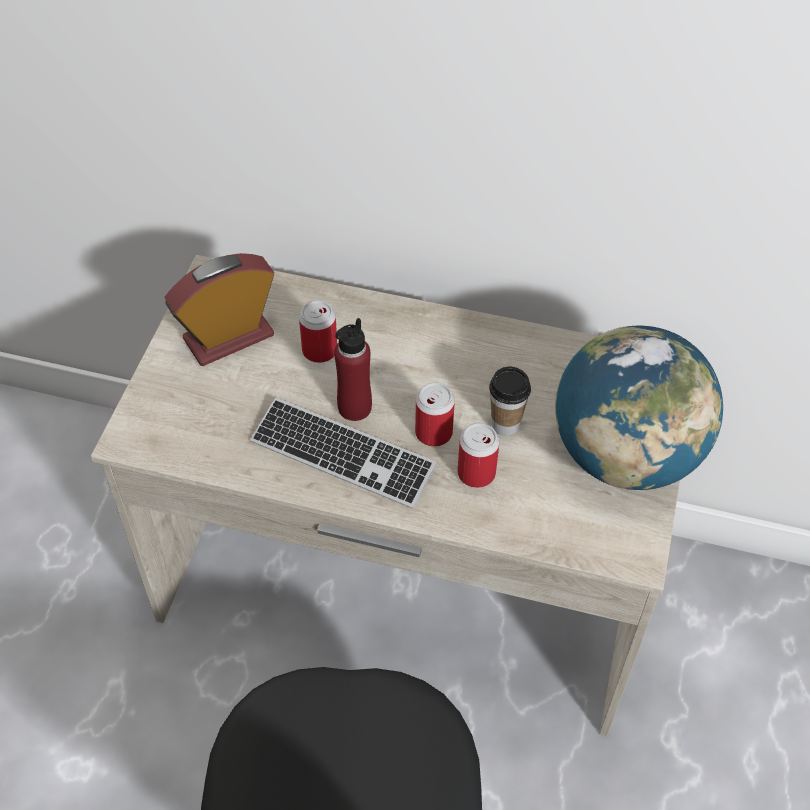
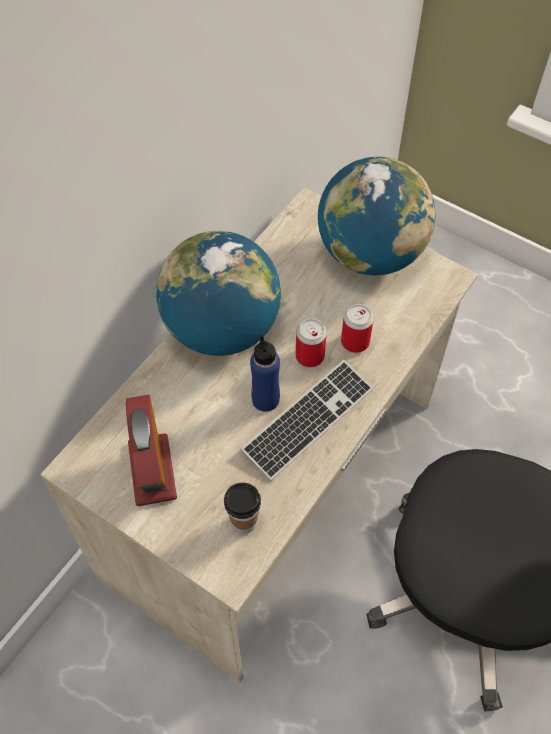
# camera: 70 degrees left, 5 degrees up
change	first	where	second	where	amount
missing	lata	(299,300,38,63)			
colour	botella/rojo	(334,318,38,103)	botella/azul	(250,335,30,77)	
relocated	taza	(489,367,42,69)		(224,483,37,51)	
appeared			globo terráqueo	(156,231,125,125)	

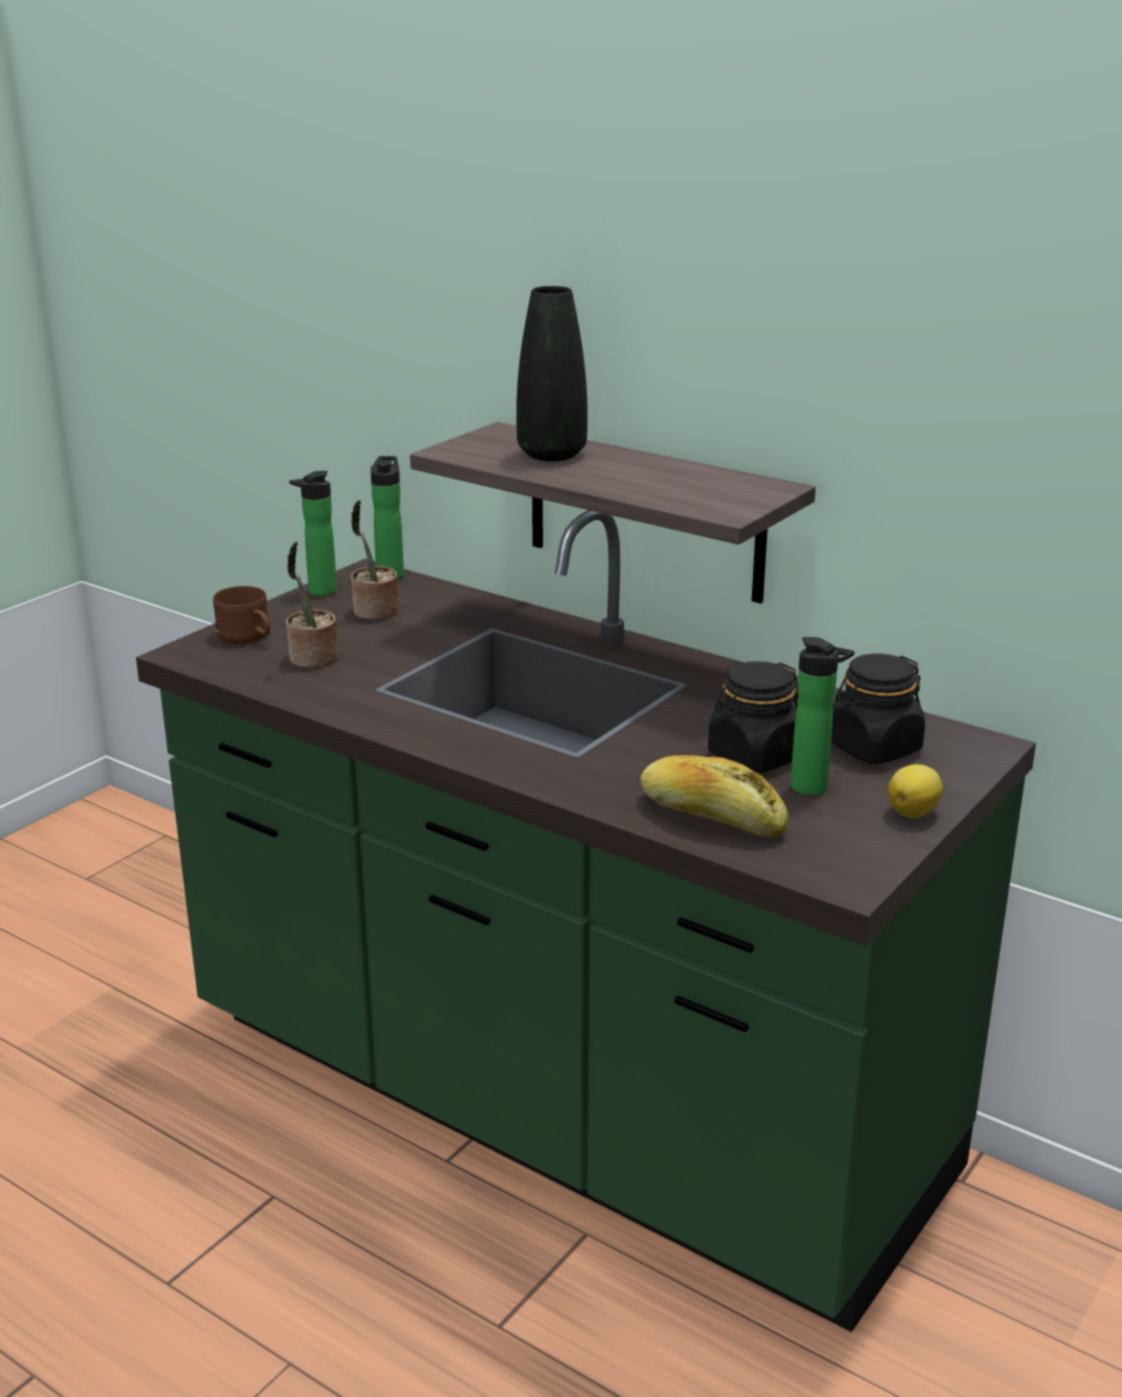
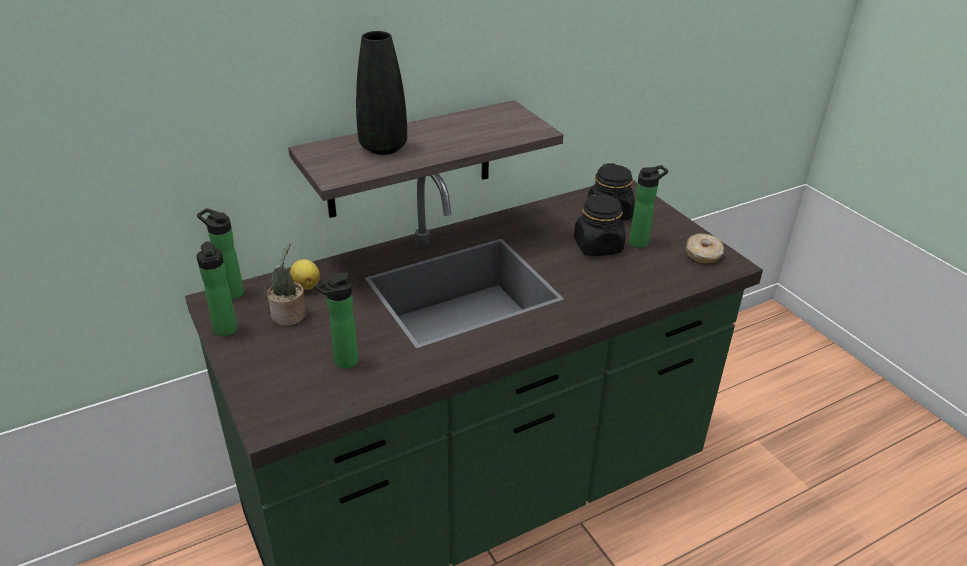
# camera: 65 degrees left, 10 degrees up
change	first	where	second	where	amount
missing	taza grande/marrón	(213,586,57,57)			
exchanged	planta en maceta	(286,541,52,127)	botella	(315,272,43,97)	
missing	pan	(640,755,148,82)			
relocated	limón	(888,764,55,54)		(290,259,30,31)	
appeared			rosquilla	(686,234,38,29)	

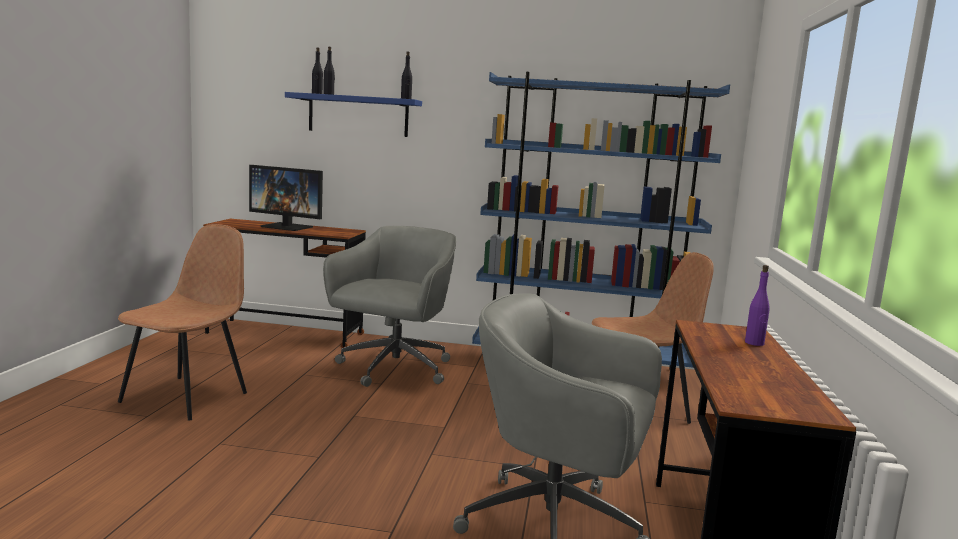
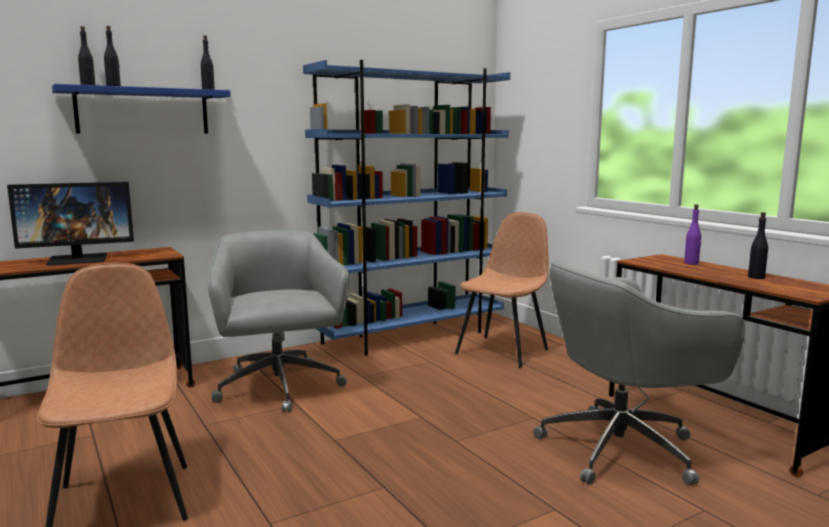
# camera: 40 degrees left, 0 degrees up
change	first	where	second	where	amount
appeared			botella/negro	(748,212,20,67)	

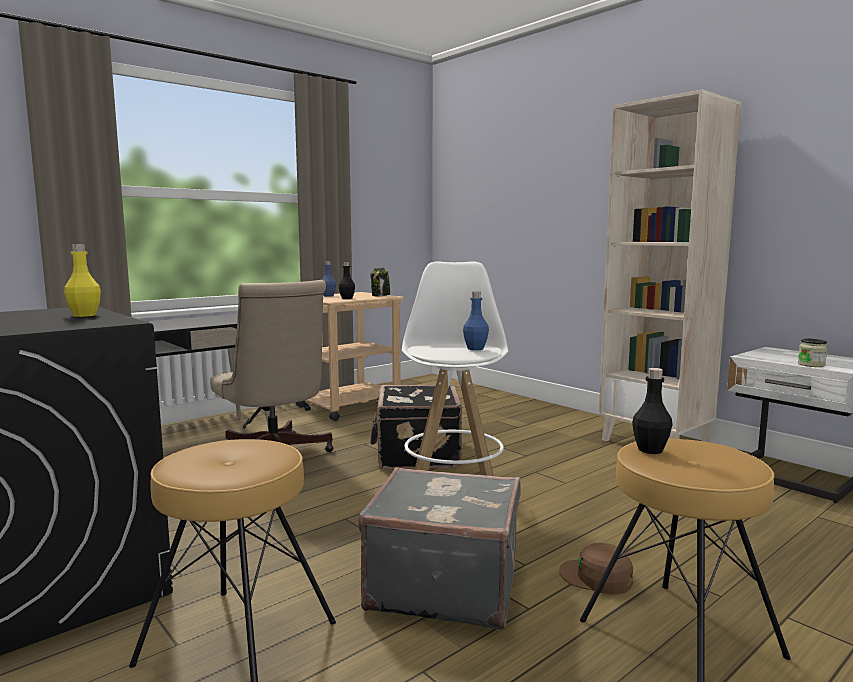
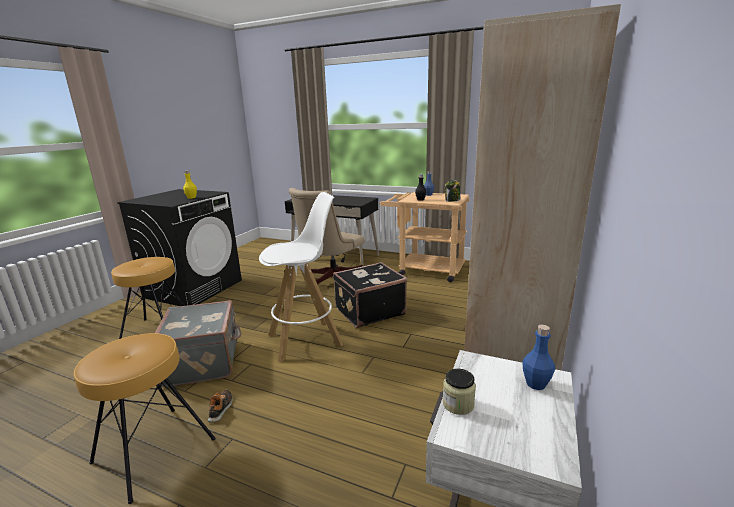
# camera: 65 degrees right, 10 degrees up
change	first	where	second	where	amount
relocated	botella/azul	(463,292,26,58)		(522,325,33,65)	
exchanged	gorra/marrón	(559,543,74,51)	zapato	(208,390,25,33)	
missing	botella/negro	(632,368,41,86)			

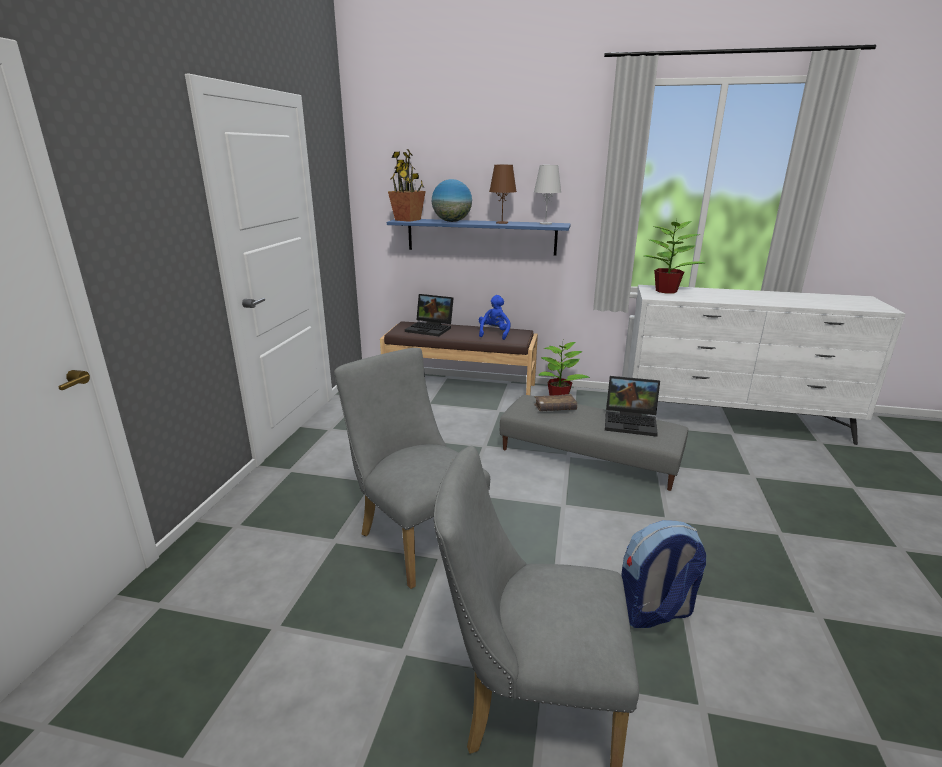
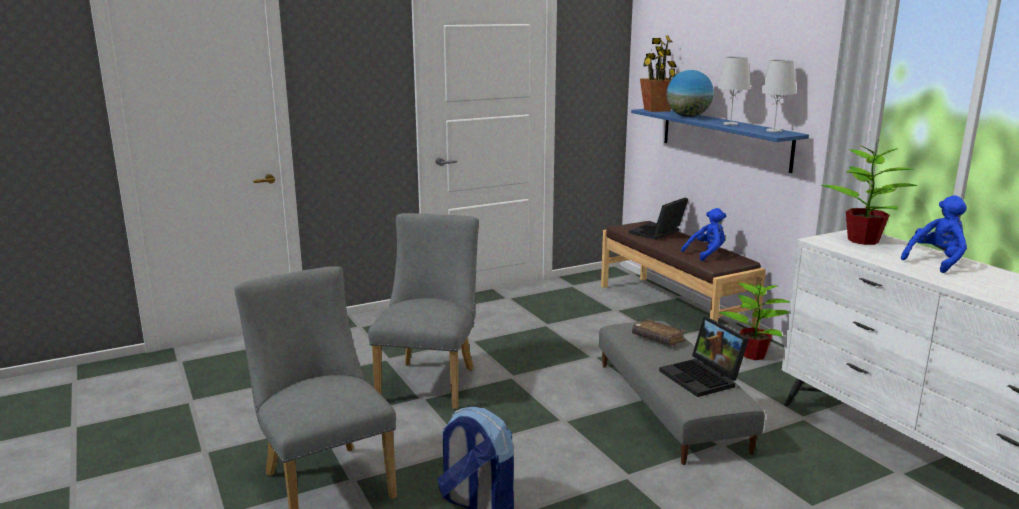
# camera: 50 degrees right, 5 degrees down
change	first	where	second	where	amount
spun	portátil	(405,294,49,42)		(629,197,59,43)	60 degrees clockwise
colour	lámpara de mesa/marrón	(489,165,28,59)	lámpara de mesa/blanco	(717,57,34,68)	
appeared			peluche/azul	(901,195,66,78)	

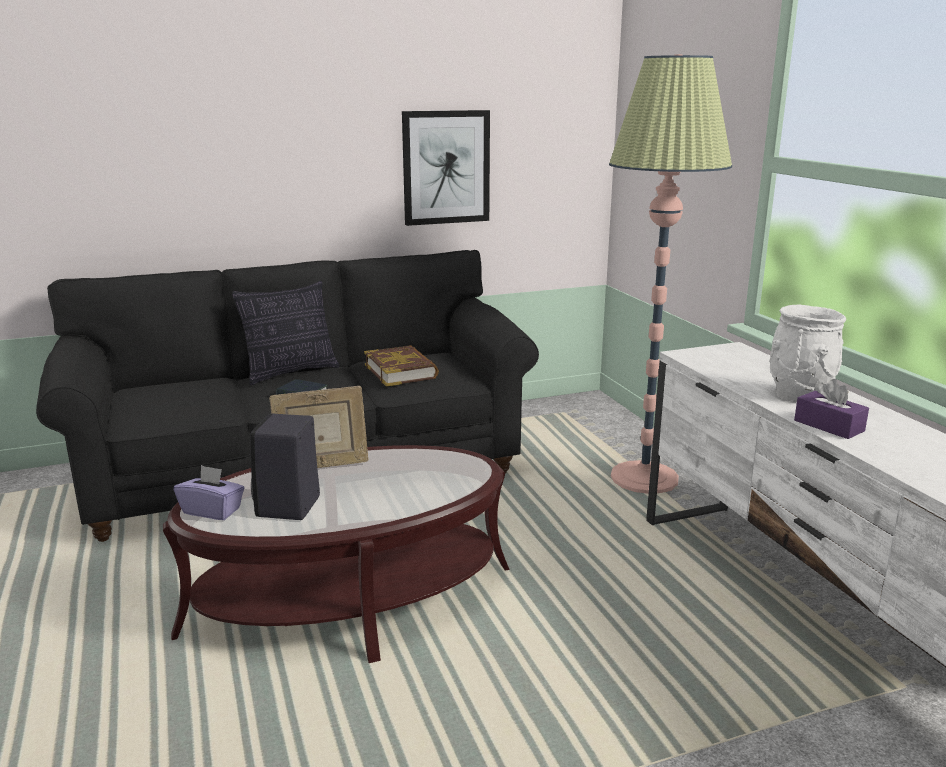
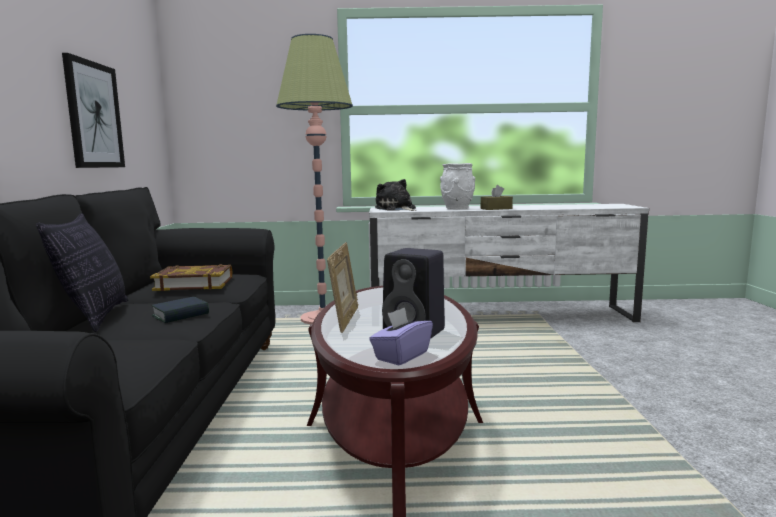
# camera: 70 degrees left, 10 degrees down
change	first	where	second	where	amount
colour	caja de pañuelos/morado	(794,379,75,60)	caja de pañuelos/marrón	(481,185,32,25)	
appeared			peluche	(375,179,41,32)	

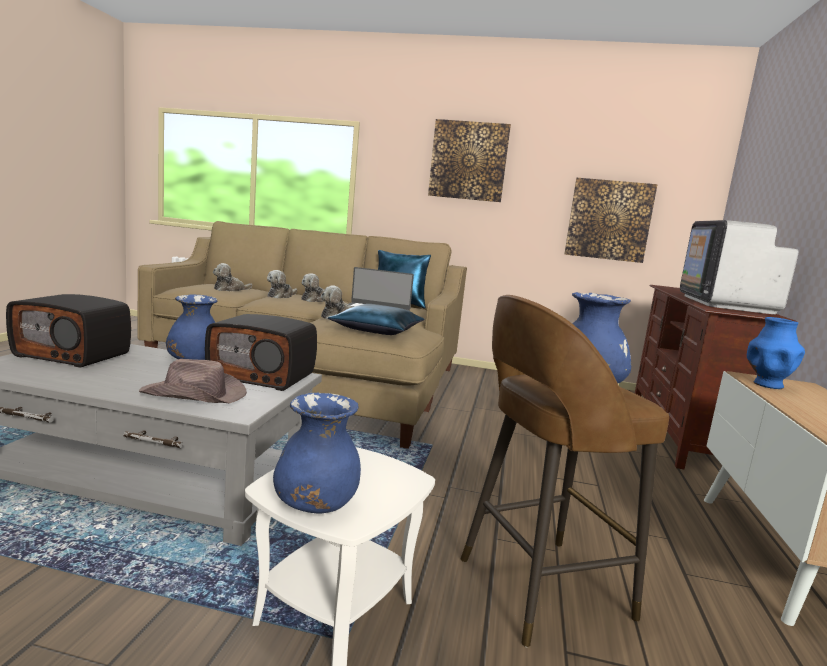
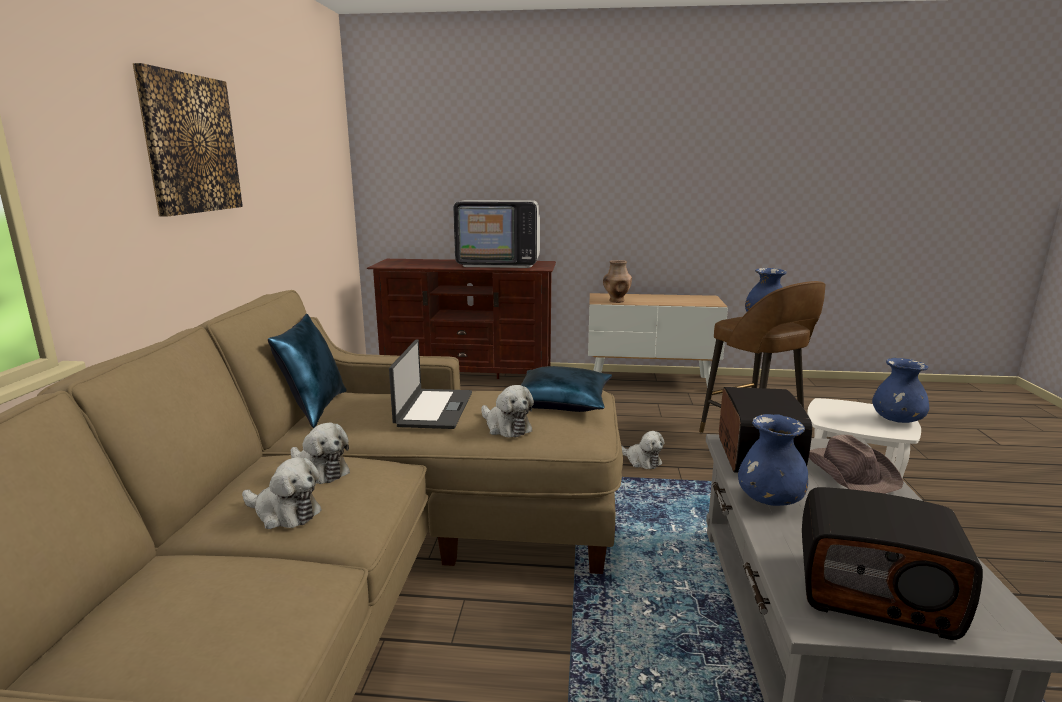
# camera: 95 degrees left, 5 degrees up
change	first	where	second	where	amount
spun	radio	(6,294,125,74)		(802,487,181,153)	105 degrees clockwise
relocated	peluche	(213,263,39,28)		(621,431,44,38)	
missing	cuadro	(564,178,93,85)			
colour	florero/azul	(747,317,58,72)	florero/marrón	(603,260,29,43)	

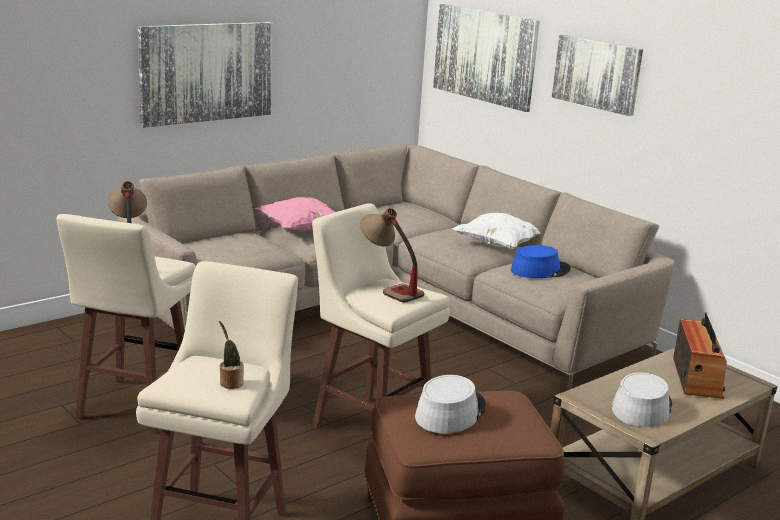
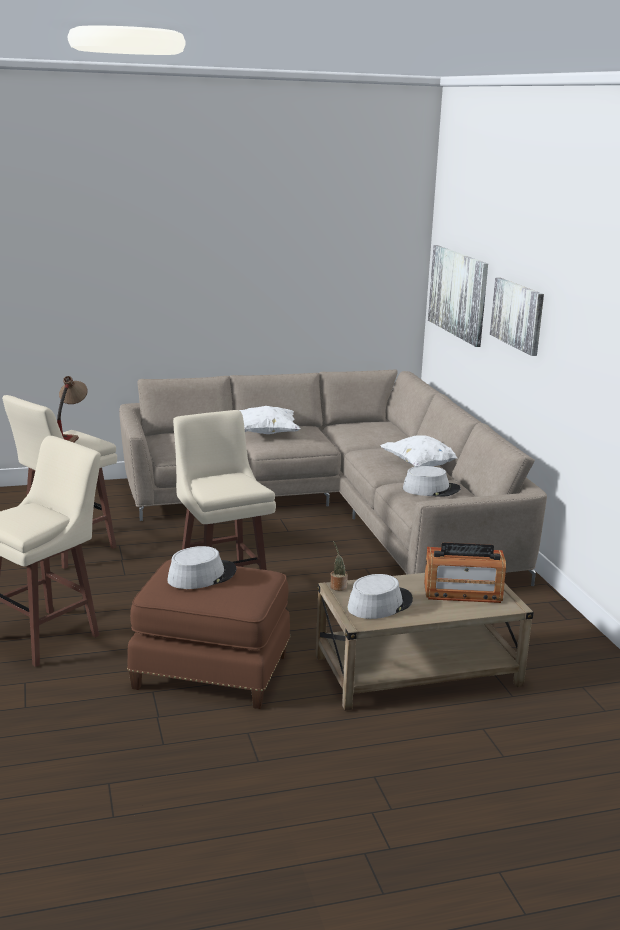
# camera: 25 degrees right, 0 degrees up
change	first	where	second	where	amount
missing	cuadro	(138,22,135,106)			
relocated	planta en maceta	(219,321,25,68)		(331,541,17,50)	
colour	cojín/rosa	(255,197,80,33)	cojín/blanco	(239,406,62,28)	
missing	lámpara de mesa	(360,208,64,94)			
colour	sombrero/azul	(511,245,60,33)	sombrero/gris	(403,466,57,31)	
spun	radio	(673,312,54,87)		(424,542,82,61)	60 degrees clockwise

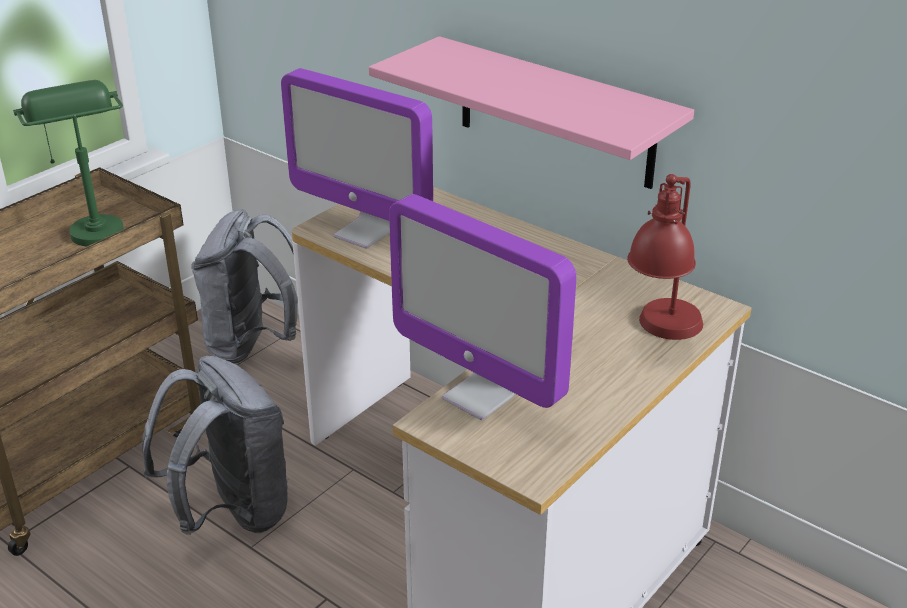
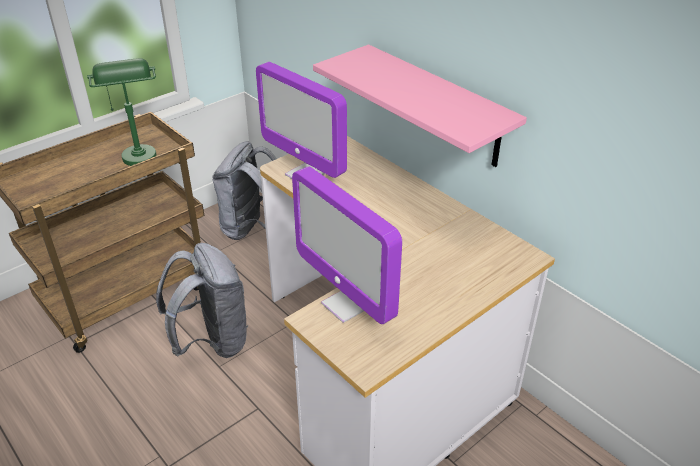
# camera: 10 degrees right, 5 degrees up
change	first	where	second	where	amount
missing	lámpara de mesa/rojo	(627,174,76,166)			

